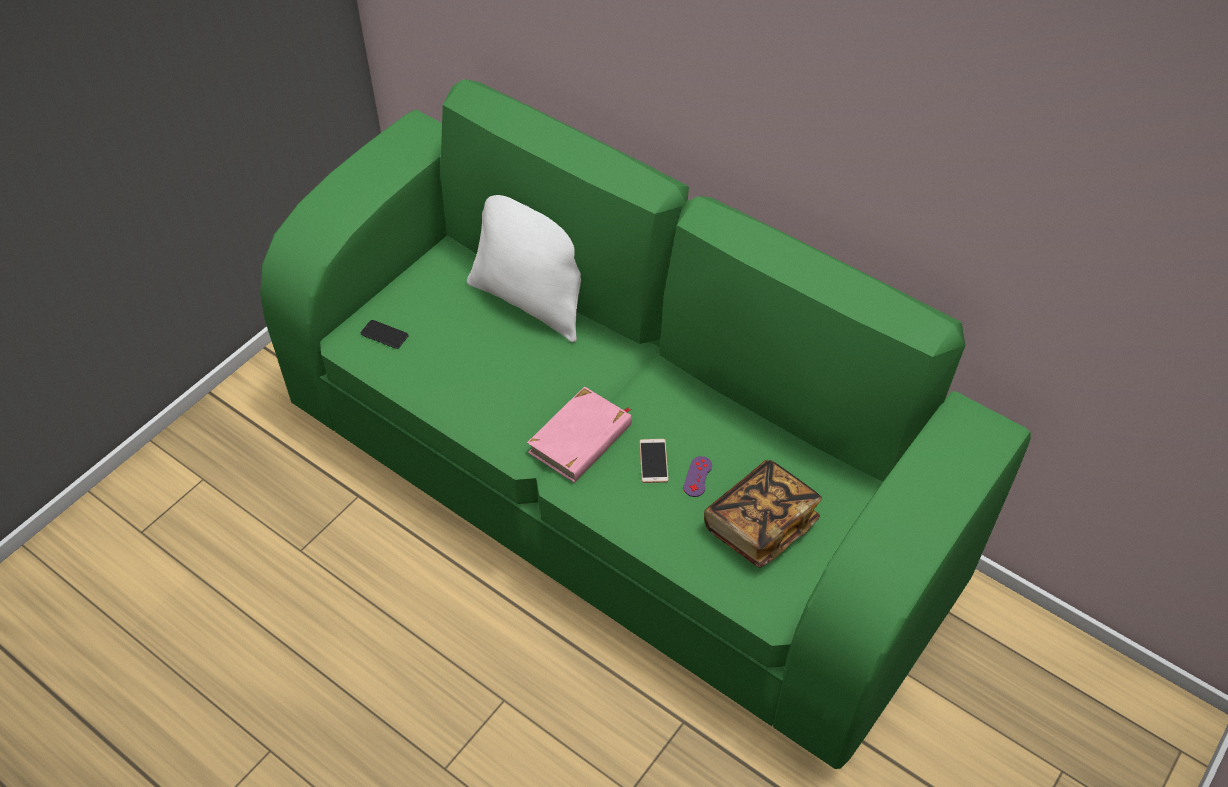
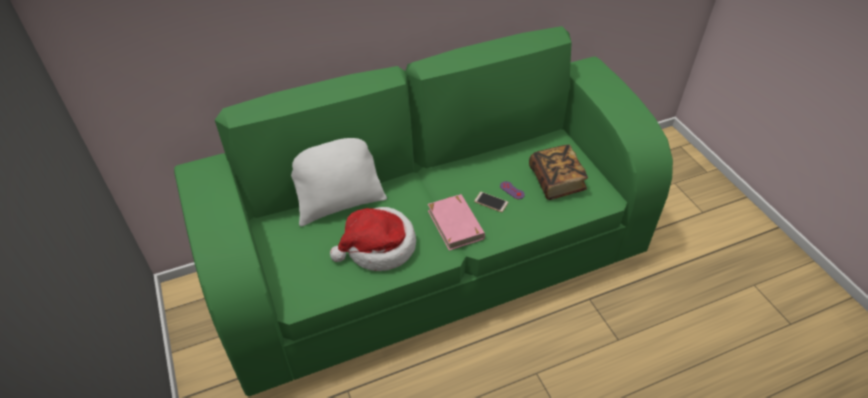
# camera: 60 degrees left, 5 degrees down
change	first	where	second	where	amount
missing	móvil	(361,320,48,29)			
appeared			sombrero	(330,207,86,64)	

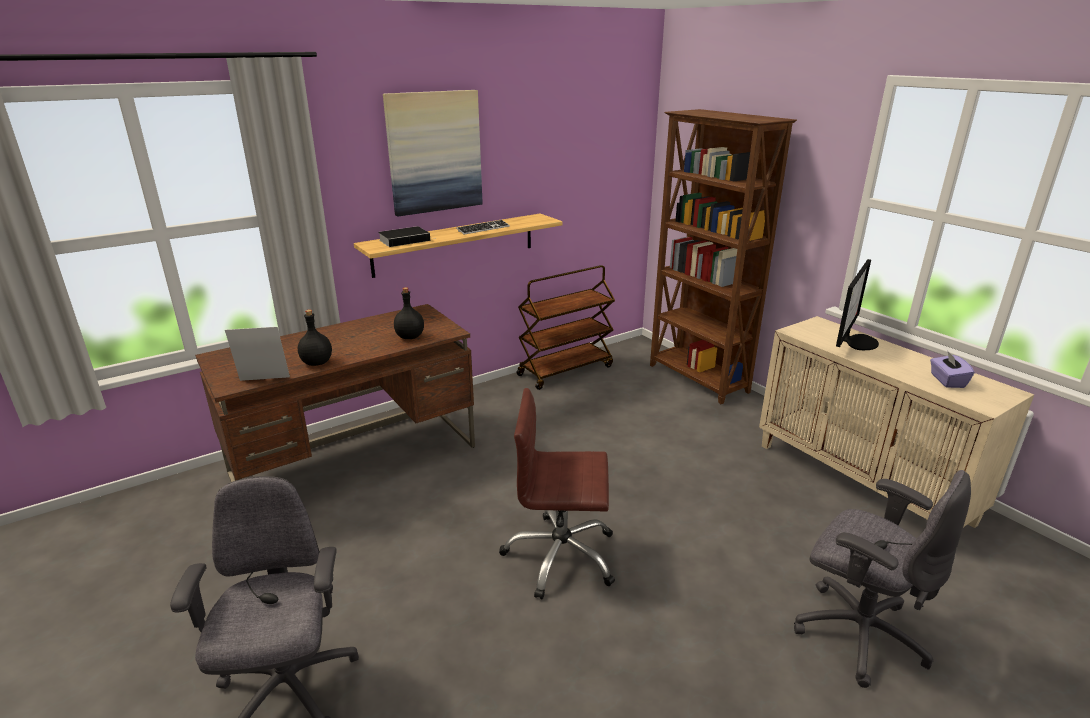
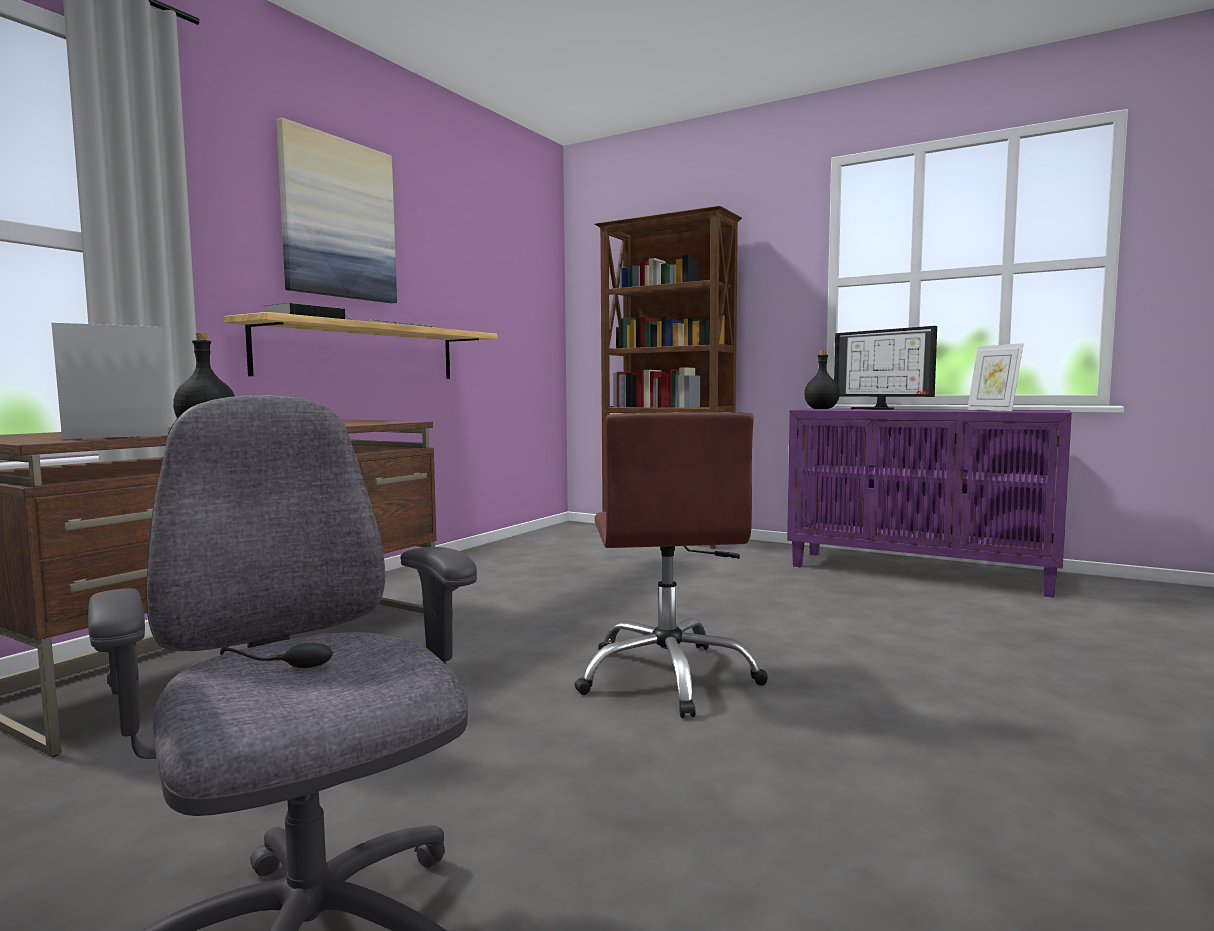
# camera: 25 degrees left, 20 degrees down
change	first	where	second	where	amount
relocated	botella/negro	(394,287,30,52)		(804,350,36,59)	
spun	silla de oficina/marrón	(499,388,116,211)		(574,412,194,306)	75 degrees counterclockwise
missing	carrito/marrón	(516,265,99,125)			
colour	armario/beis	(759,316,275,212)	armario/morado	(787,408,285,190)	
missing	silla de oficina/gris	(794,470,177,218)			
spun	monitor	(836,259,43,91)		(834,326,103,84)	135 degrees clockwise
exchanged	caja de pañuelos/morado	(930,350,44,38)	portarretratos	(967,343,57,68)	

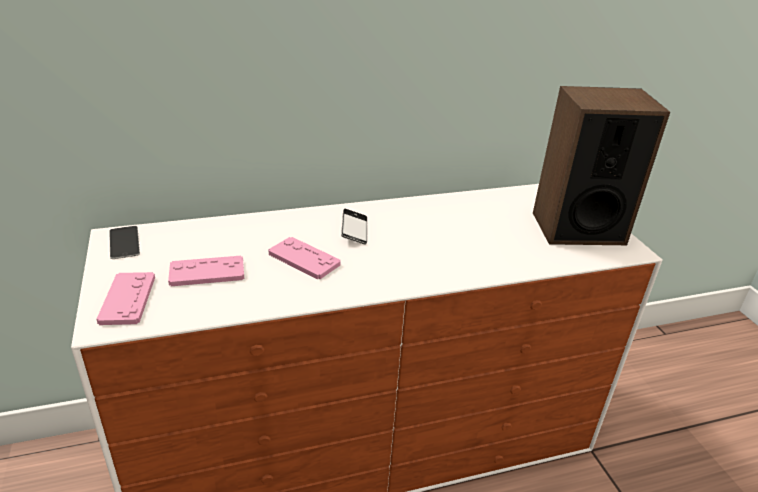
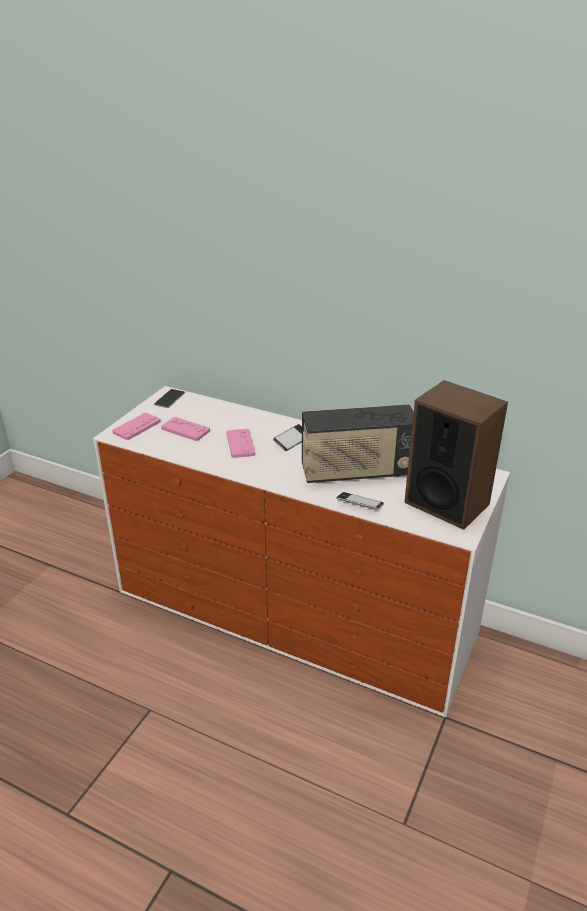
# camera: 45 degrees right, 0 degrees up
change	first	where	second	where	amount
appeared			radio	(302,405,112,78)	
appeared			móvil	(337,492,47,17)	

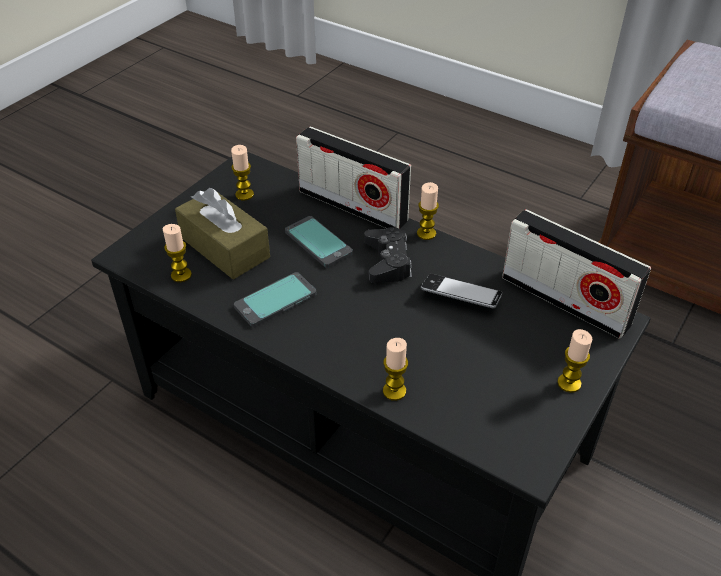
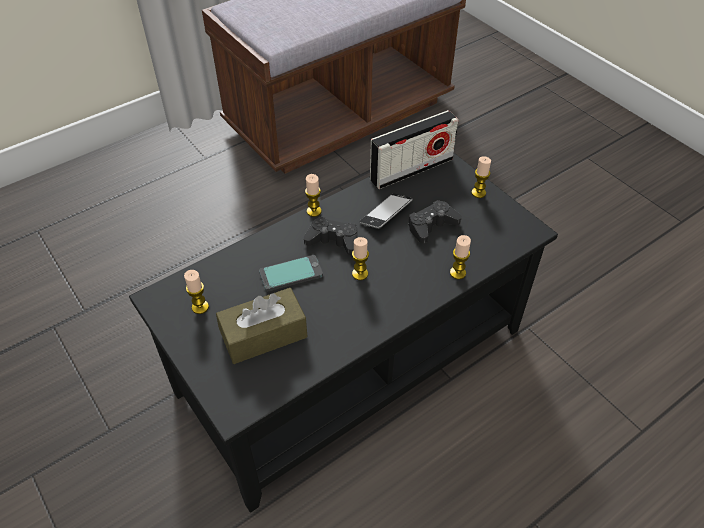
# camera: 70 degrees left, 5 degrees up
change	first	where	second	where	amount
relocated	vela	(163,224,29,58)		(352,237,17,43)	
missing	móvil	(234,272,82,55)			
missing	radio	(296,126,115,103)			
appeared			mando de consola/negro	(408,200,54,43)	

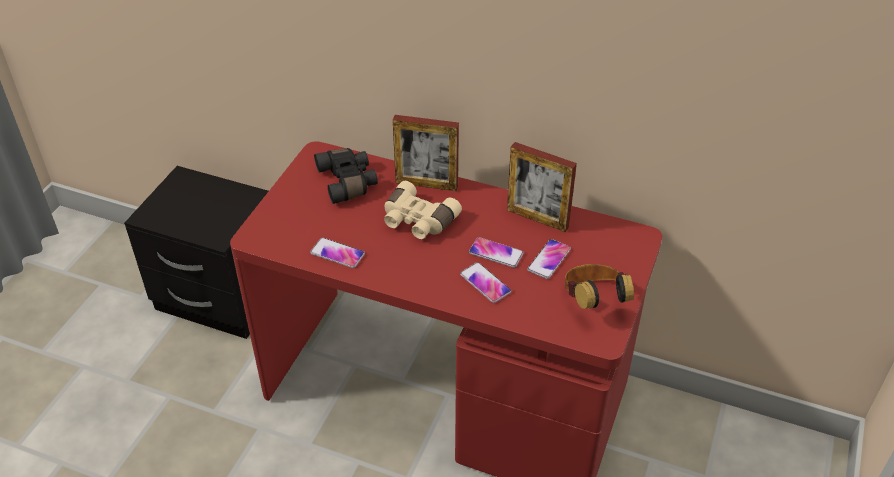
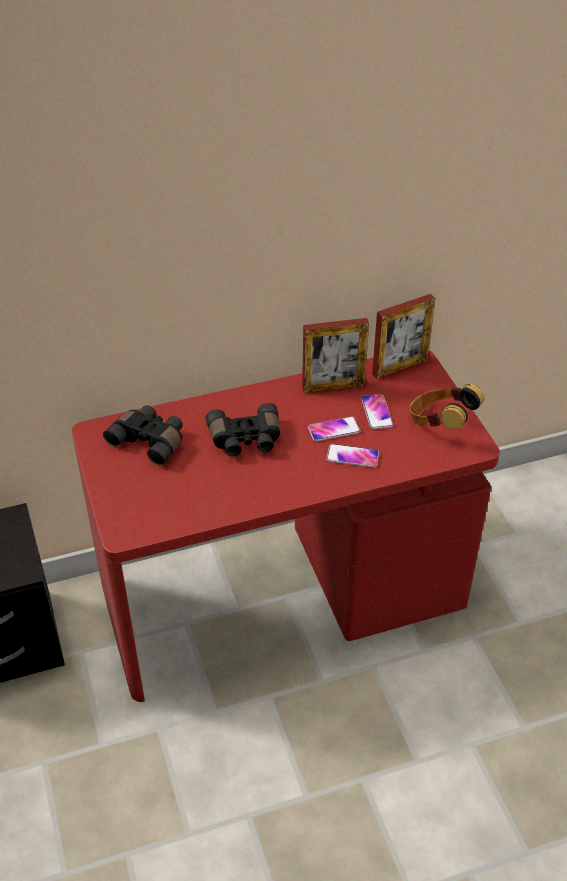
# camera: 40 degrees left, 0 degrees up
change	first	where	second	where	amount
missing	móvil	(310,238,55,30)			
colour	prismáticos/beis	(384,181,78,58)	prismáticos/negro	(206,403,74,54)	
relocated	portarretratos	(393,115,66,76)		(372,294,64,85)	

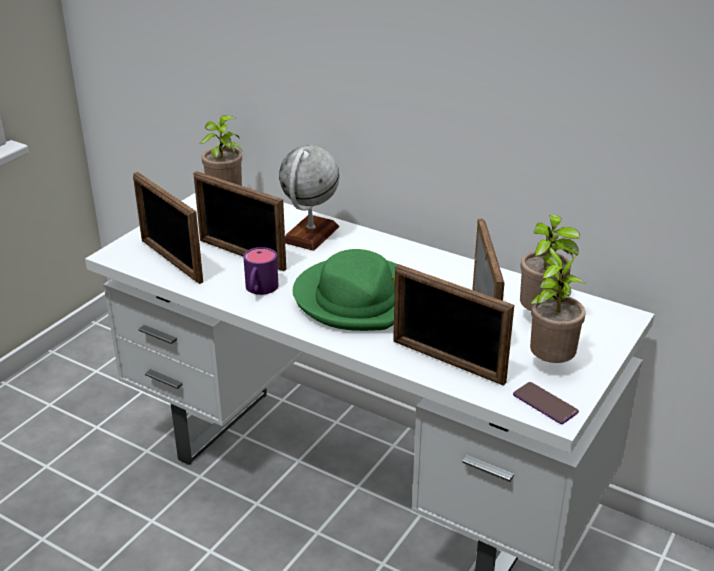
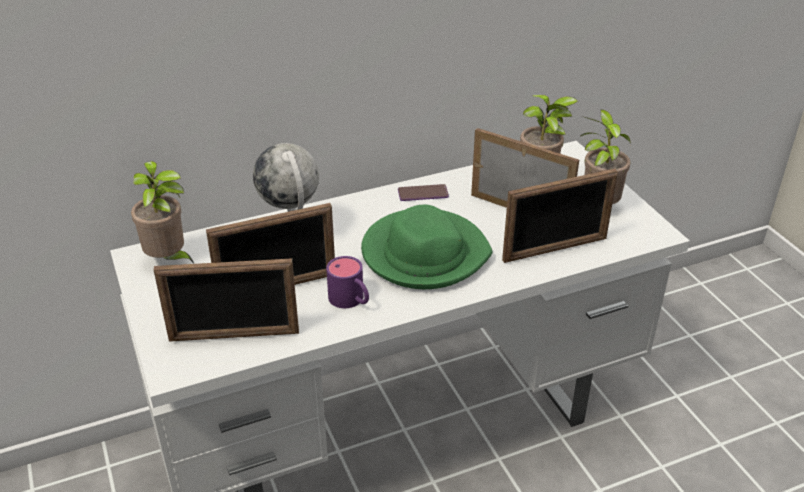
# camera: 55 degrees left, 5 degrees up
change	first	where	second	where	amount
relocated	móvil	(513,382,66,42)		(398,184,51,17)	

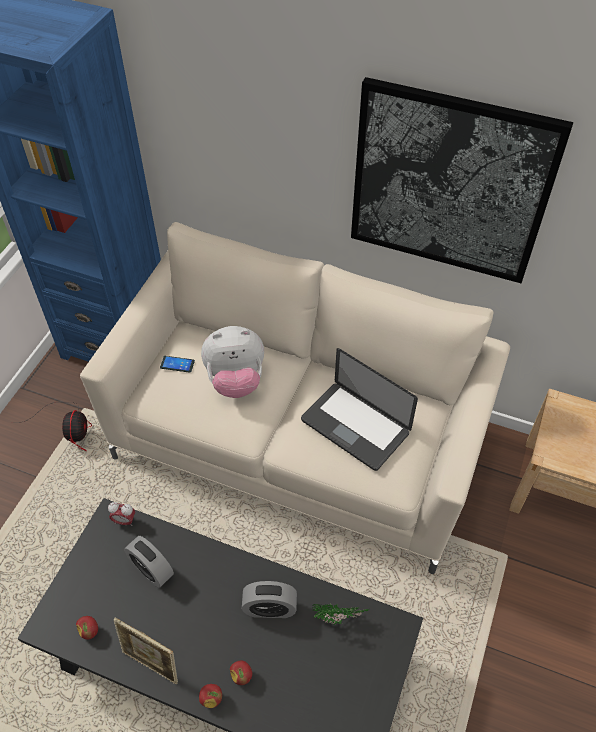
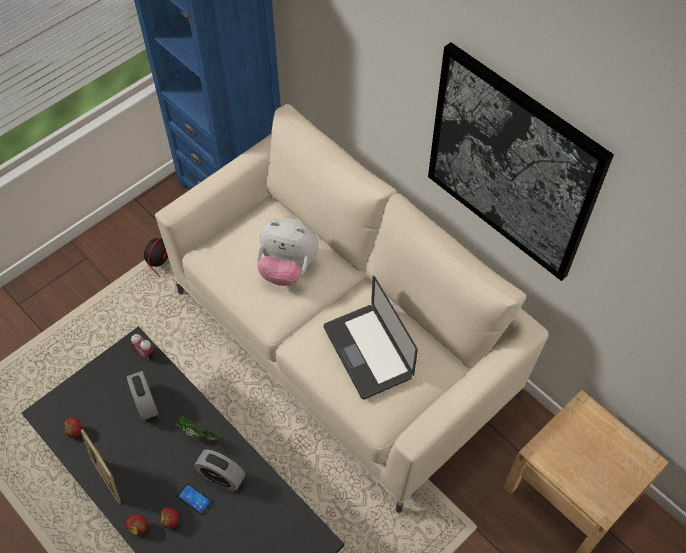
# camera: 25 degrees right, 5 degrees up
change	first	where	second	where	amount
relocated	móvil	(160,356,35,17)		(176,483,37,32)	
relocated	planta en maceta	(312,603,57,22)		(175,414,48,26)	

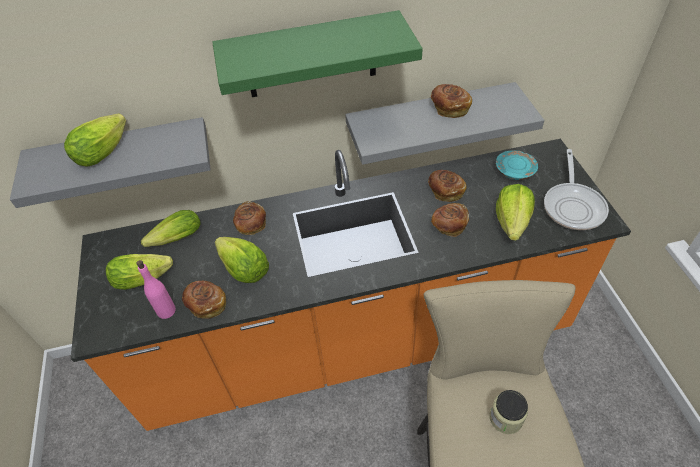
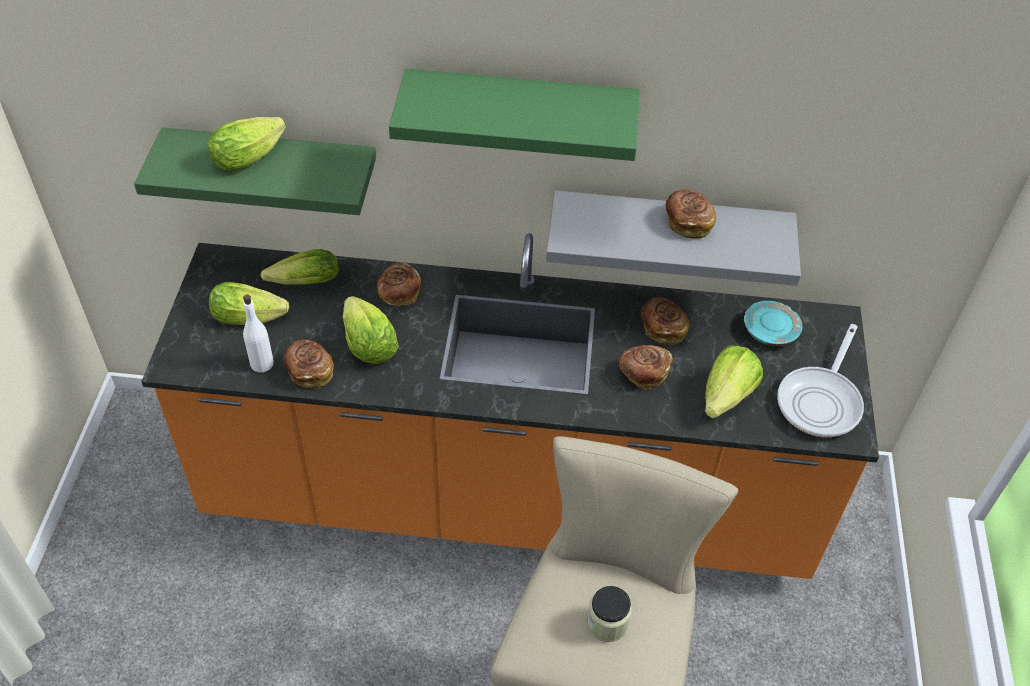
# camera: 15 degrees right, 0 degrees up
change	first	where	second	where	amount
colour	estante/gris	(10,117,201,91)	estante/verde	(134,127,242,88)	
colour	botella/rosa	(136,260,40,59)	botella/blanco	(243,294,31,78)	

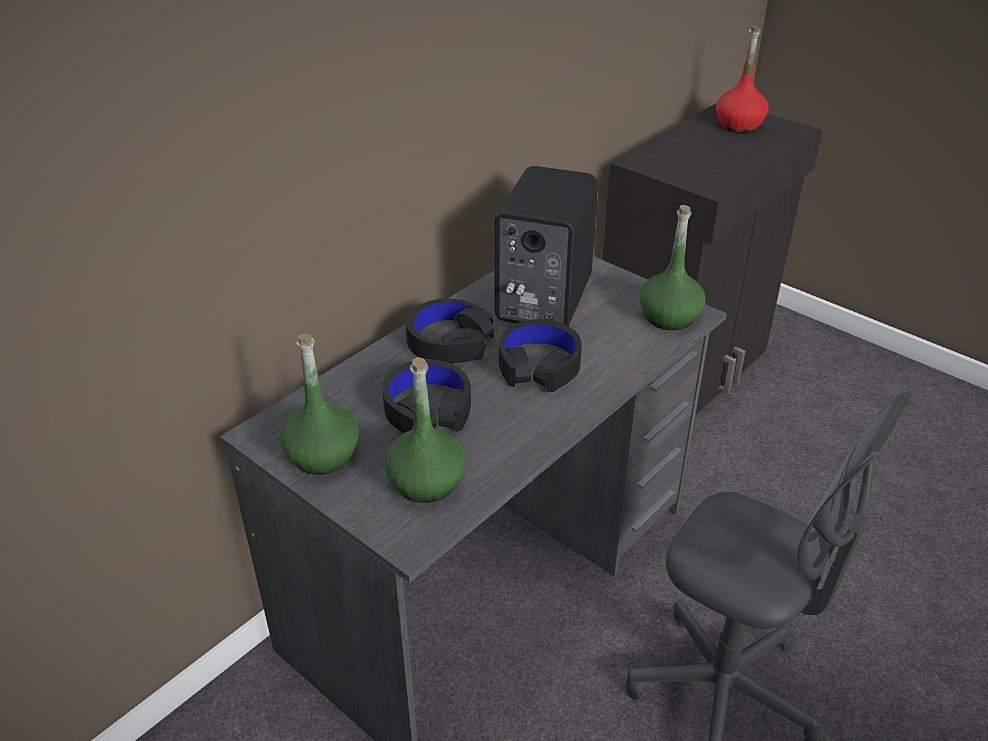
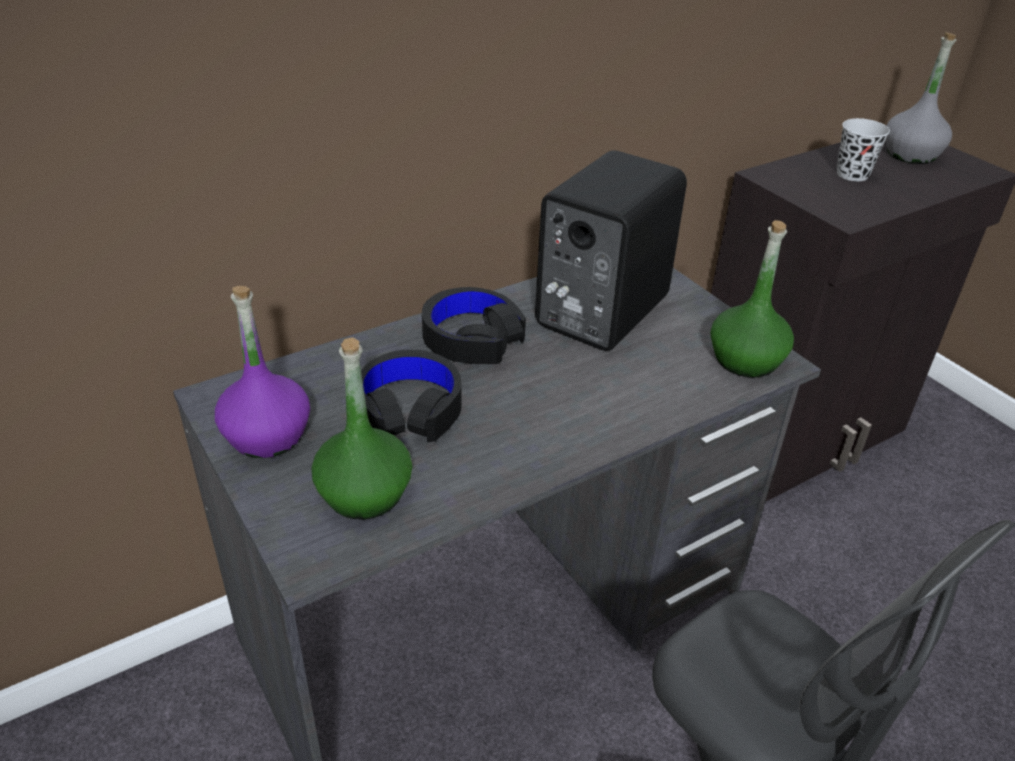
# camera: 15 degrees right, 0 degrees up
change	first	where	second	where	amount
colour	botella/verde	(280,334,79,141)	botella/morado	(215,286,95,172)	
missing	auriculares/negro	(499,319,83,73)			
colour	botella/rojo	(716,26,53,107)	botella/gris	(886,32,70,132)	
appeared			taza/negro	(837,118,53,63)	

